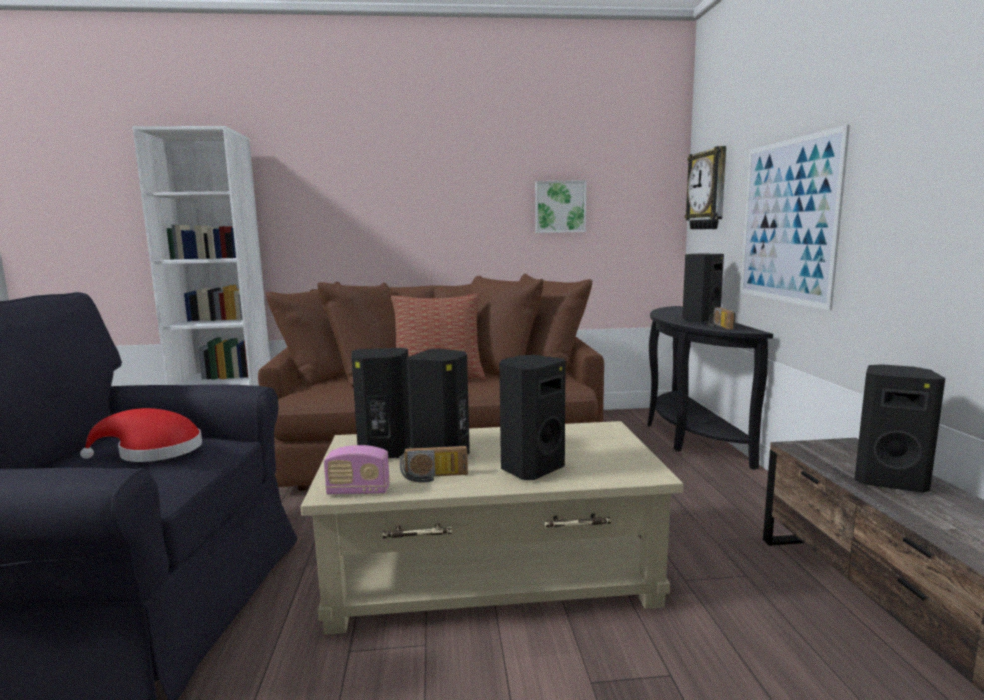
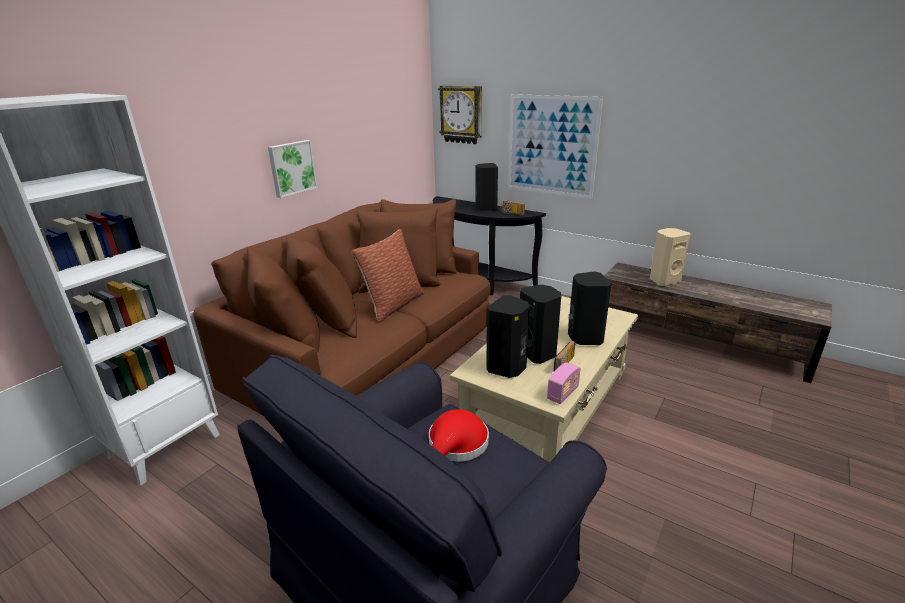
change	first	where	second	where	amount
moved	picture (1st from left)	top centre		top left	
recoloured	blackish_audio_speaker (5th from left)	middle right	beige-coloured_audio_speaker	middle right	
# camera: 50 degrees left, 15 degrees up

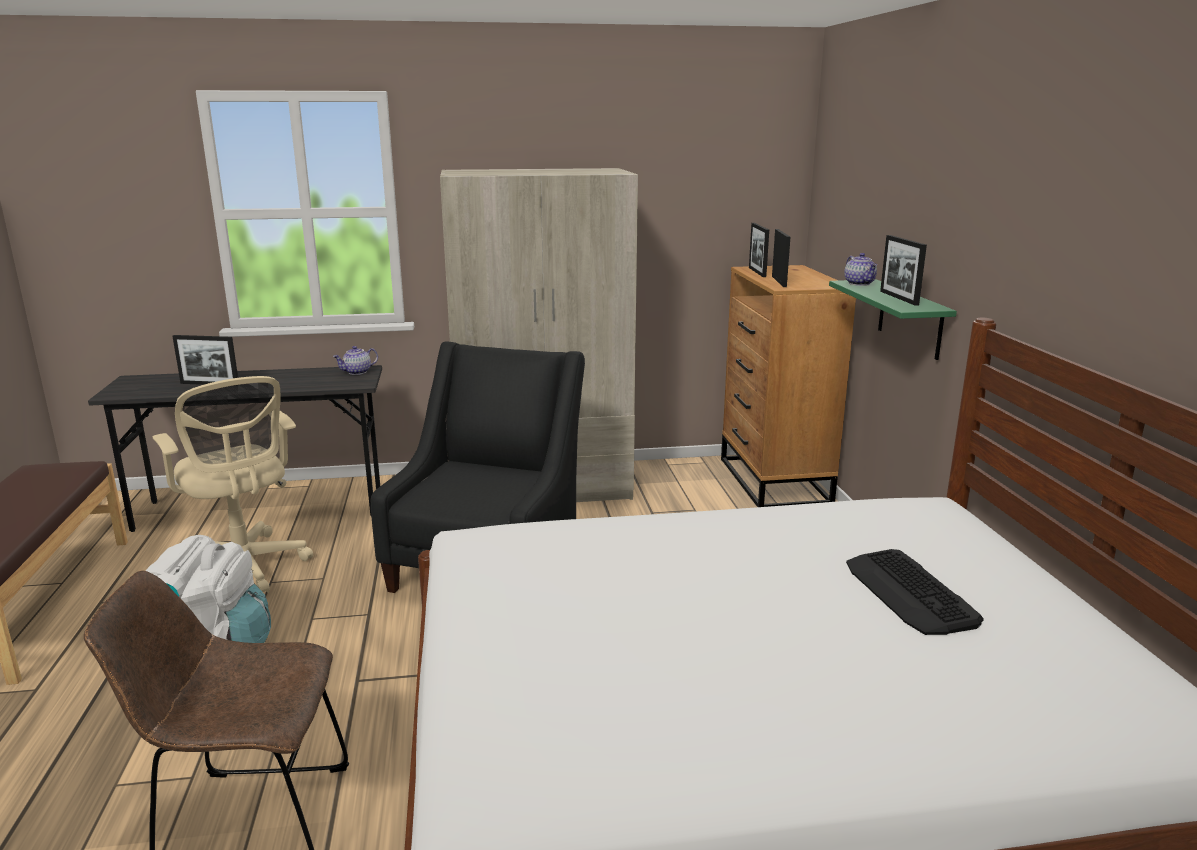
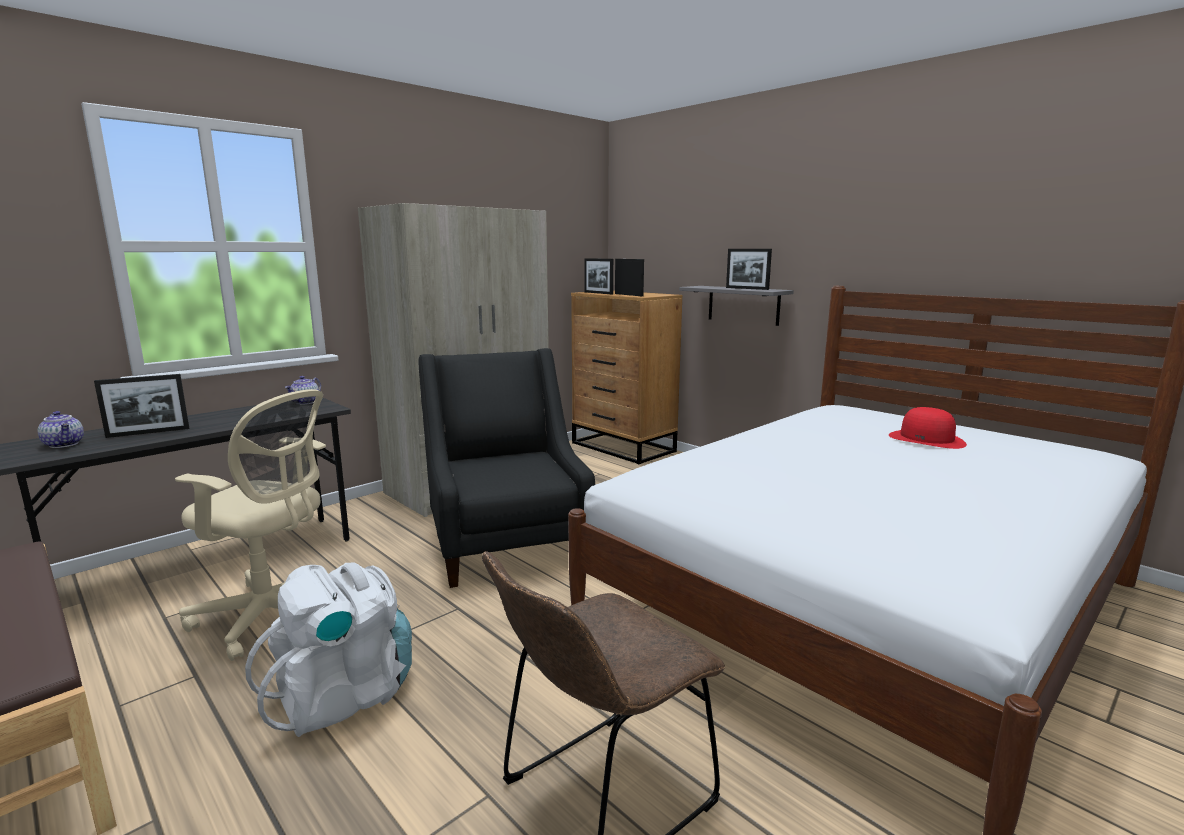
change	first	where	second	where	amount
moved	tea_pot (2nd from left in the first image)	top right	tea_pot (1st from left)	middle left	
replaced	computer_keyboard	bottom right	reddish_clothing_hat	middle right	
recoloured	green_bracket_shelf	middle right	greyish_bracket_shelf	centre	
# camera: 35 degrees left, 5 degrees down

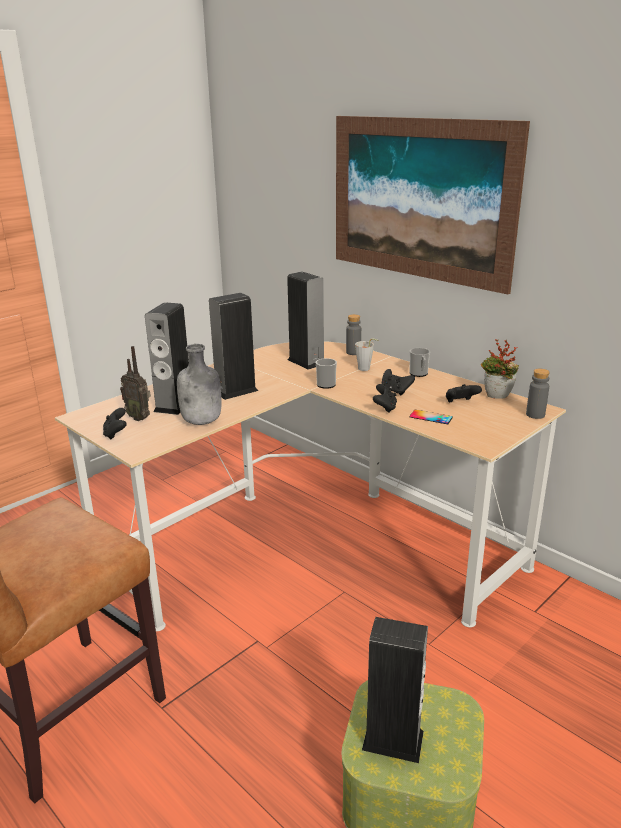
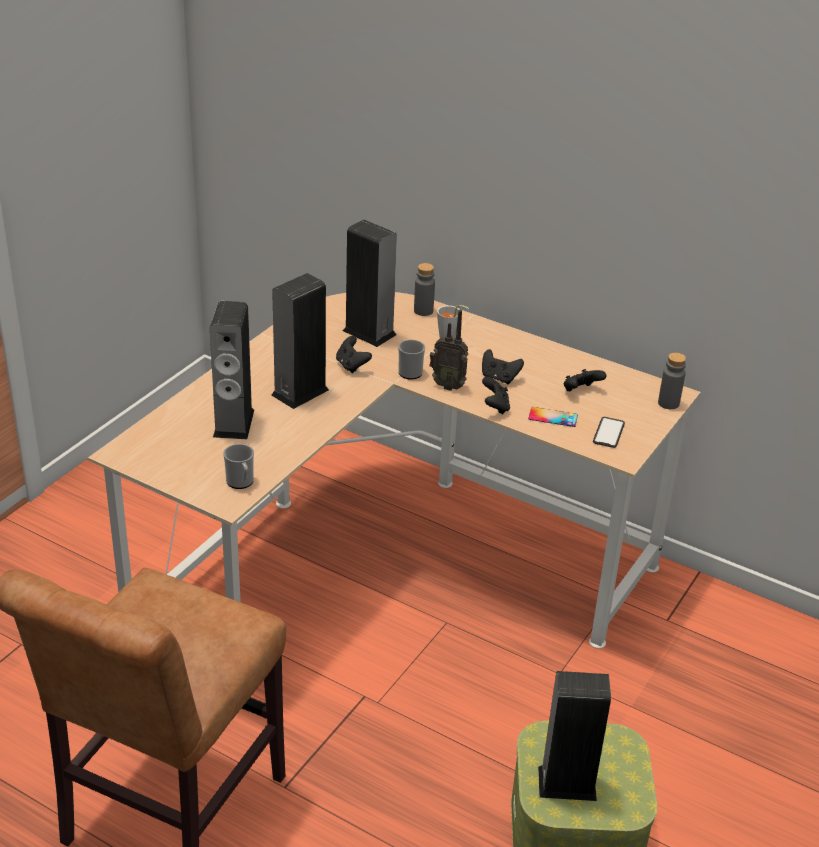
change	first	where	second	where	amount
removed	greyish_bottle (1st from left)	middle left			
removed	picture	top right			
removed	potted_plant	middle right			
added			phone (2nd from left)	middle right	
moved	blackish_game_controller (1st from left)	middle left		centre	
moved	radio	middle left		centre	
moved	mug (2nd from left in the first image)	middle right	mug (1st from left)	middle left	
# camera: 15 degrees left, 10 degrees up

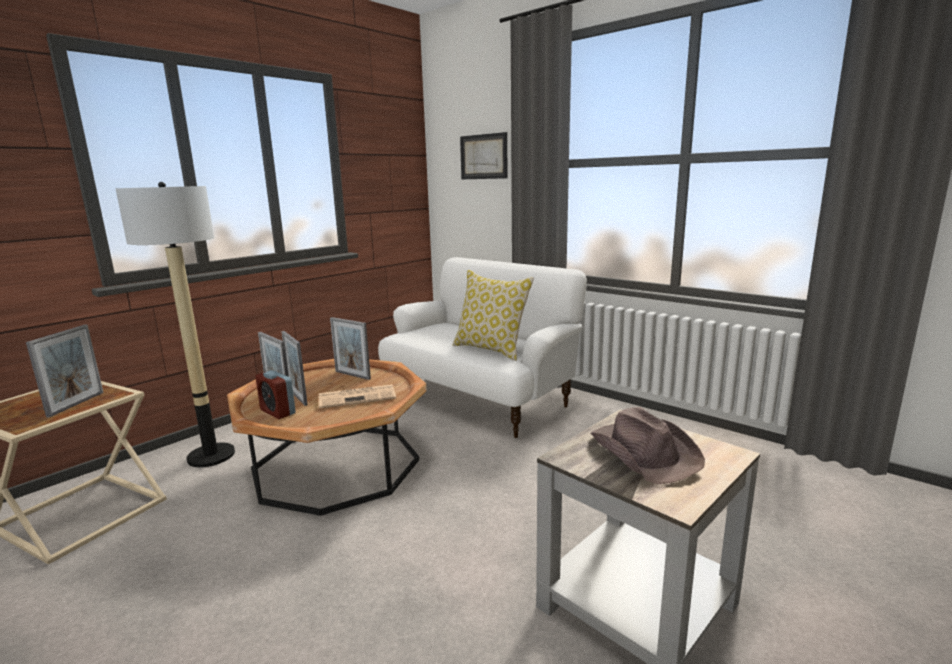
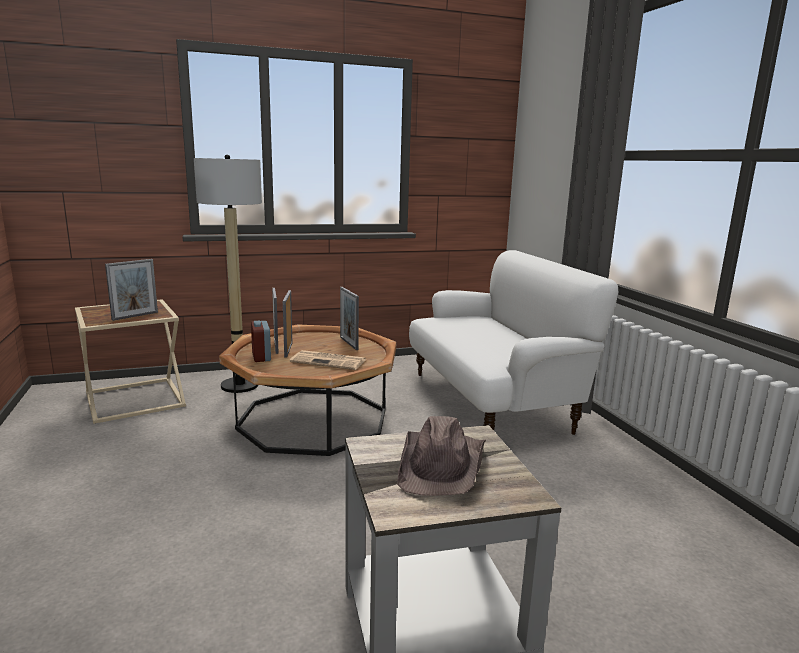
change	first	where	second	where	amount
removed	pillow	centre			
removed	picture	top centre			
# camera: 30 degrees right, 0 degrees up

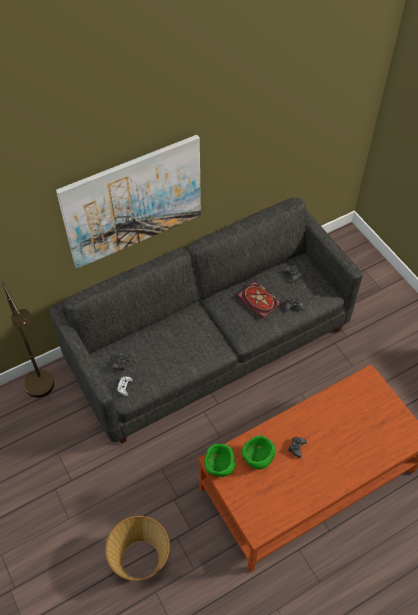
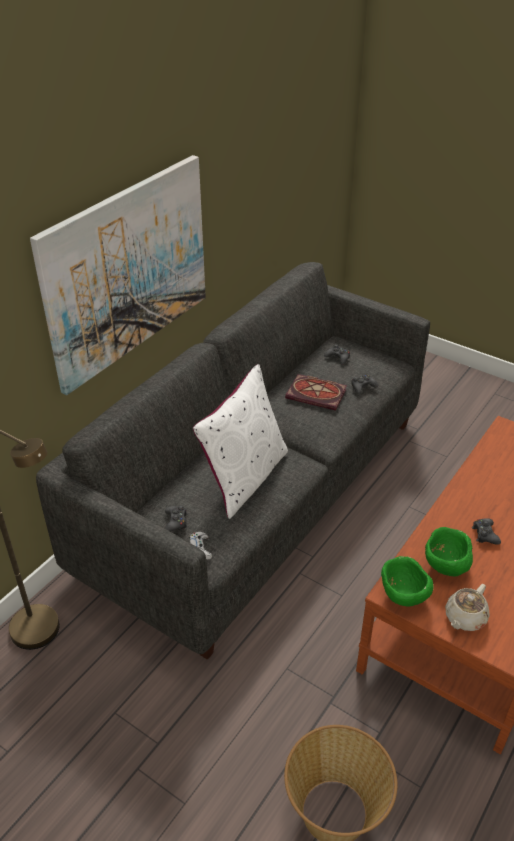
change	first	where	second	where	amount
added			white_pillow	centre	
added			beige-coloured_tea_pot	bottom right	
# camera: 25 degrees left, 15 degrees down

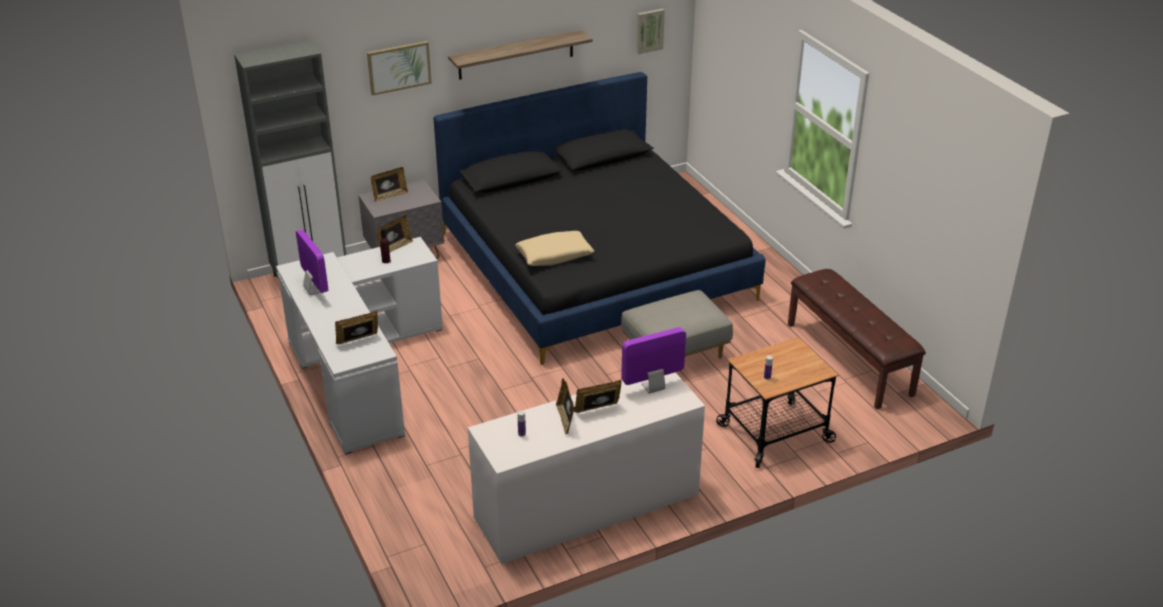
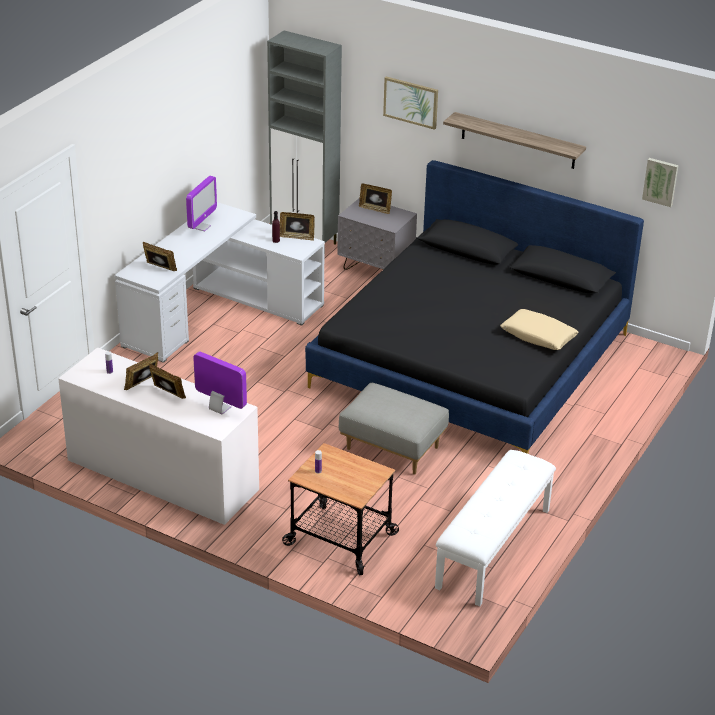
change	first	where	second	where	amount
moved	beige-coloured_pillow	centre		middle right	
recoloured	brown_indoor_bench	middle right	white_indoor_bench	bottom right	
# camera: 55 degrees right, 0 degrees up

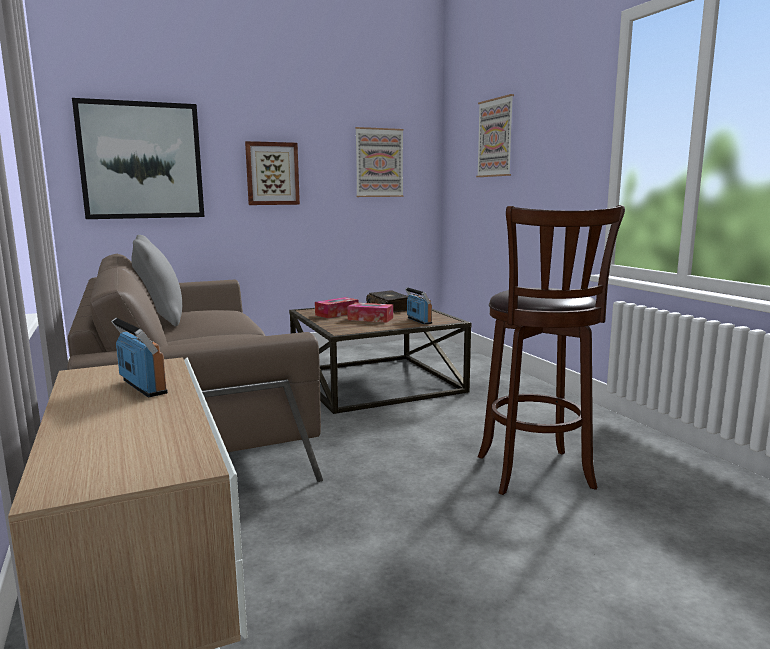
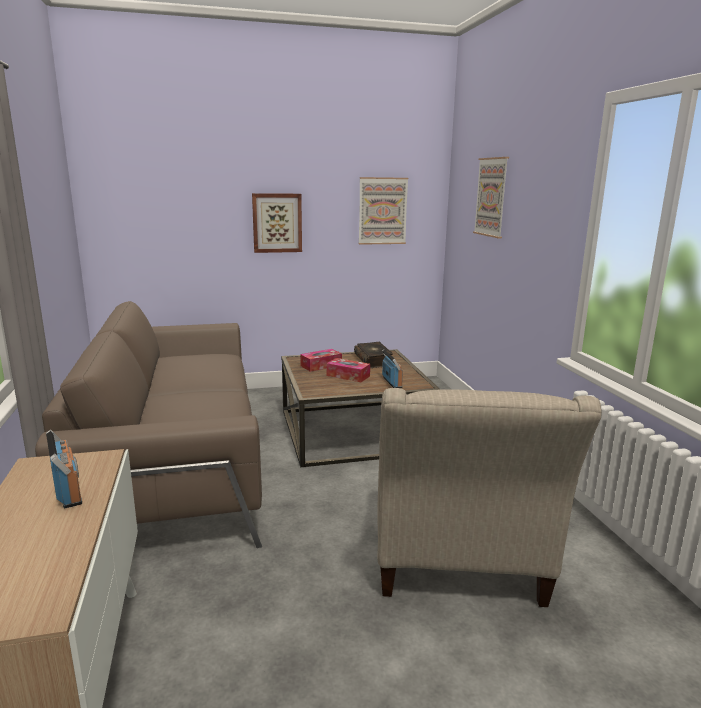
change	first	where	second	where	amount
removed	picture (1st from left)	top left			
removed	greyish_pillow	middle left			
replaced	brown_stool_seat	middle right	beige-coloured_lounge_chair	bottom right	
# camera: 10 degrees right, 5 degrees up

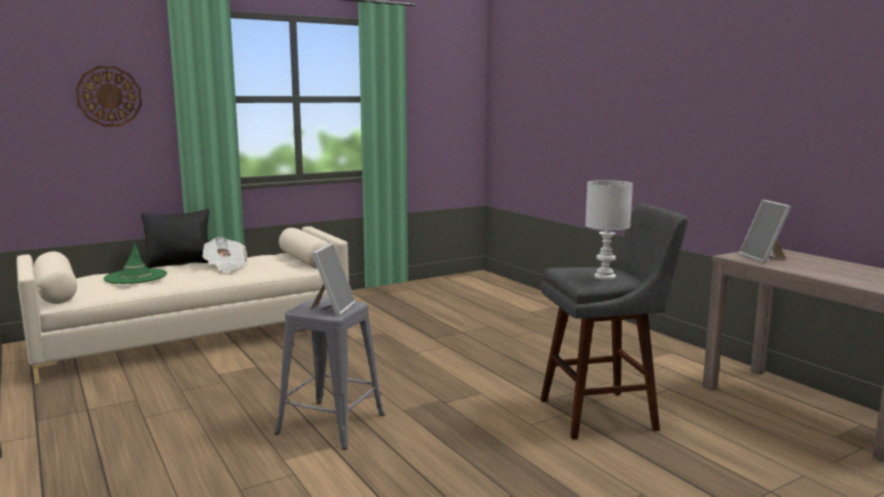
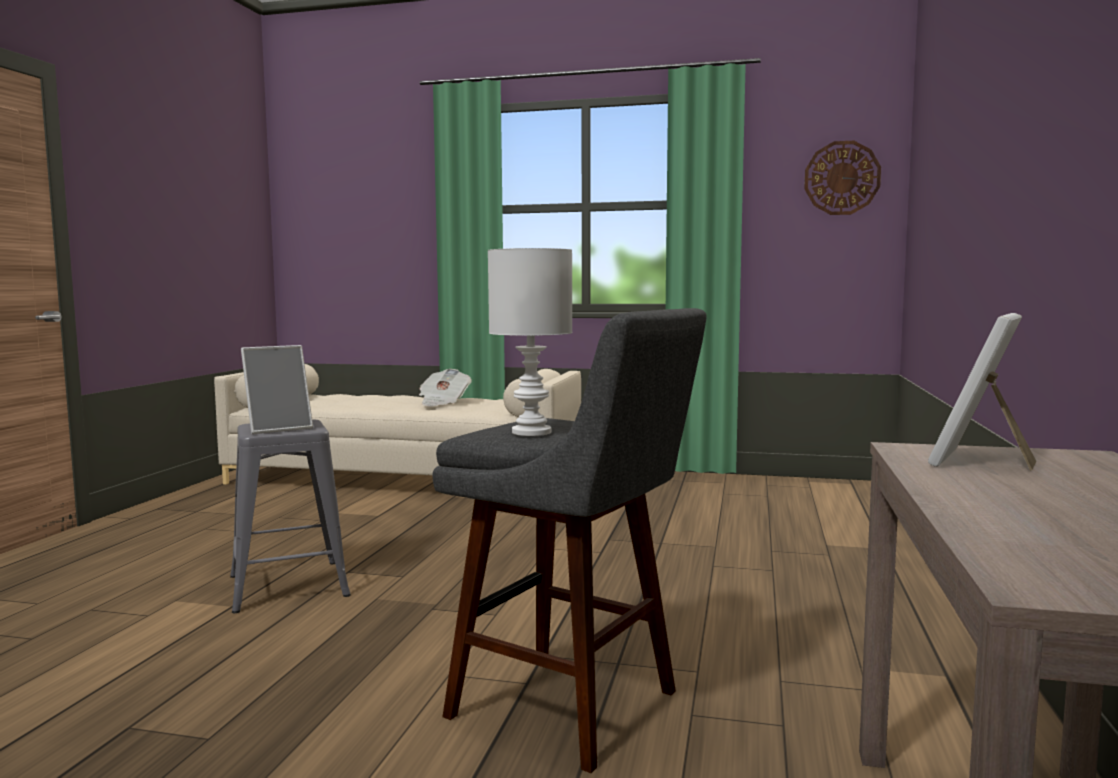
change	first	where	second	where	amount
removed	green_clothing_hat	middle left			
removed	blackish_pillow	middle left			
moved	wall_clock	top left		top right	
# camera: 45 degrees right, 5 degrees down

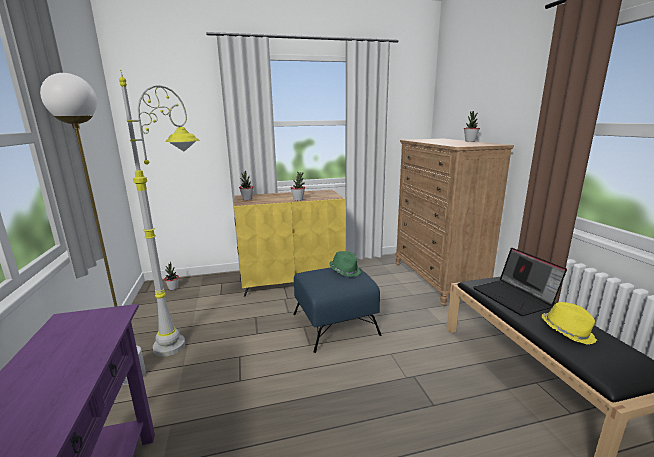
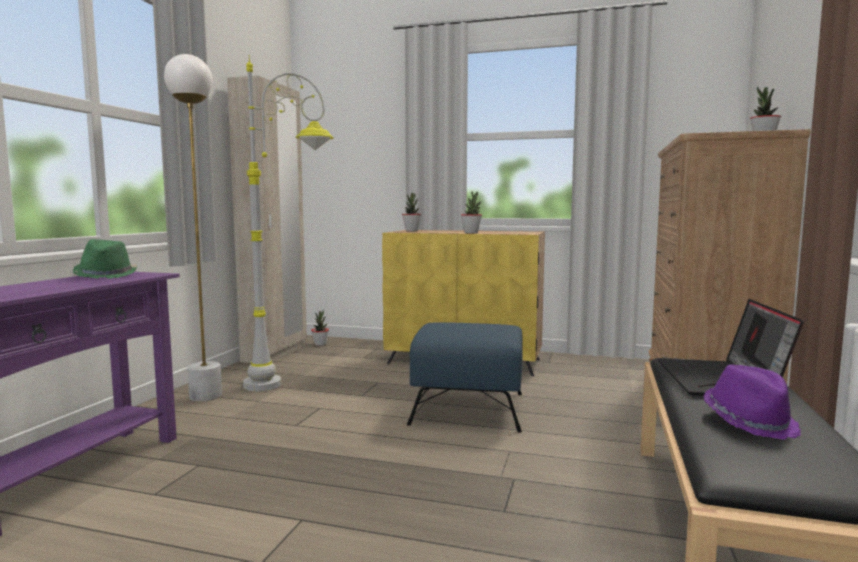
change	first	where	second	where	amount
added			beige-coloured_armoire	middle left	
moved	green_clothing_hat	centre		middle left	
recoloured	yellowish_clothing_hat	bottom right	purple_clothing_hat	bottom right	
# camera: 30 degrees right, 10 degrees down

